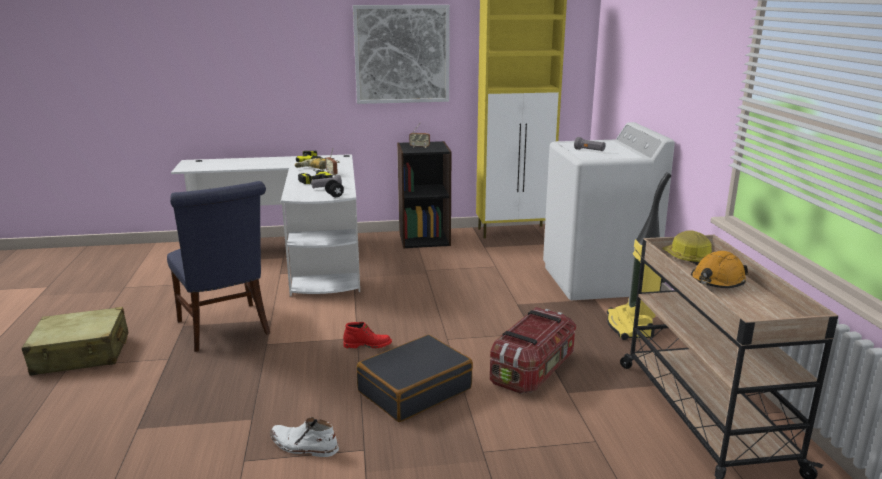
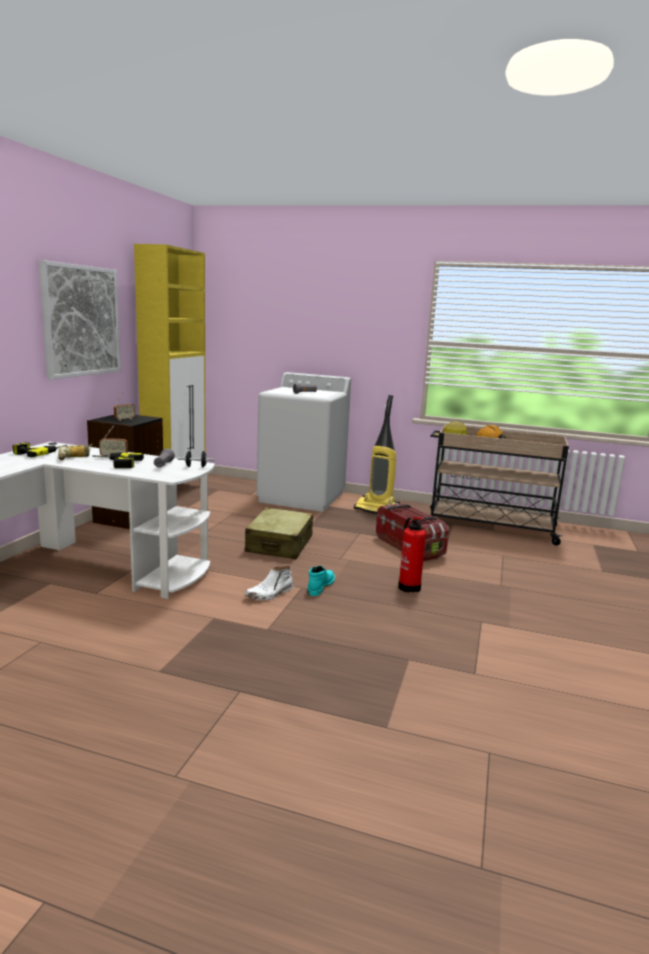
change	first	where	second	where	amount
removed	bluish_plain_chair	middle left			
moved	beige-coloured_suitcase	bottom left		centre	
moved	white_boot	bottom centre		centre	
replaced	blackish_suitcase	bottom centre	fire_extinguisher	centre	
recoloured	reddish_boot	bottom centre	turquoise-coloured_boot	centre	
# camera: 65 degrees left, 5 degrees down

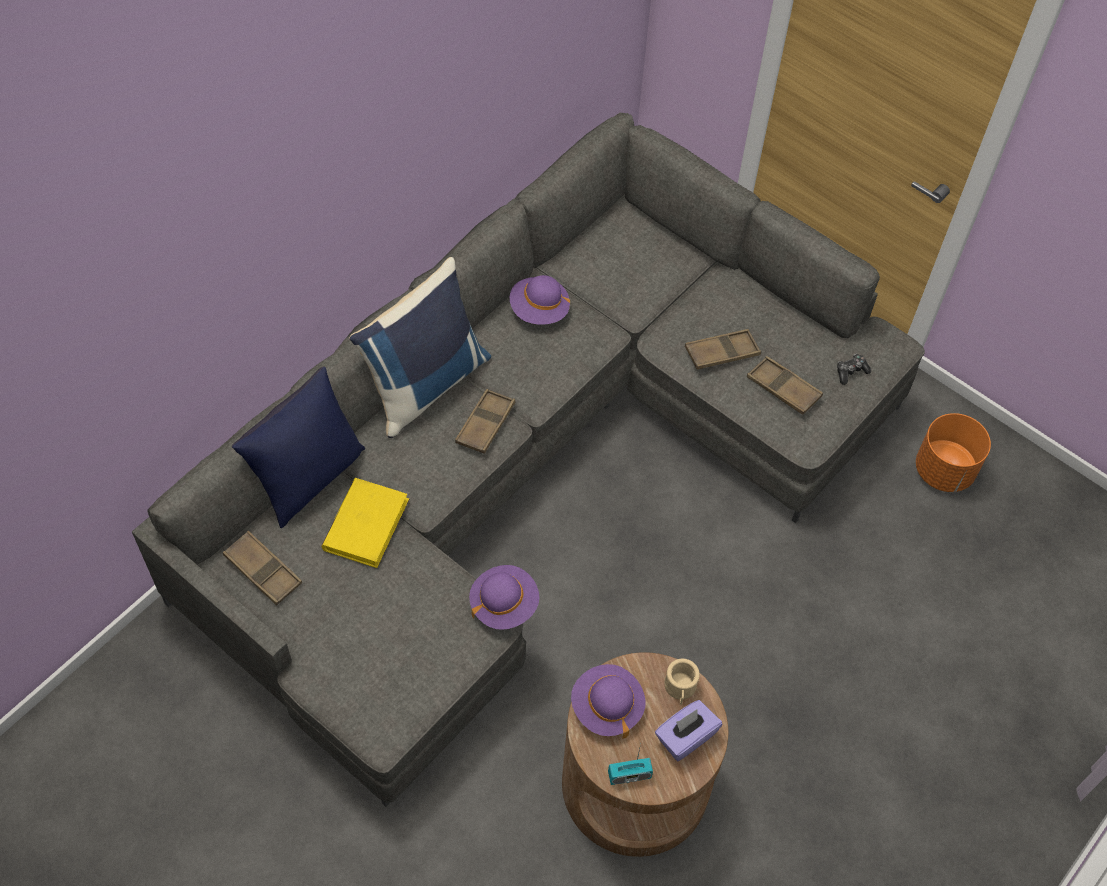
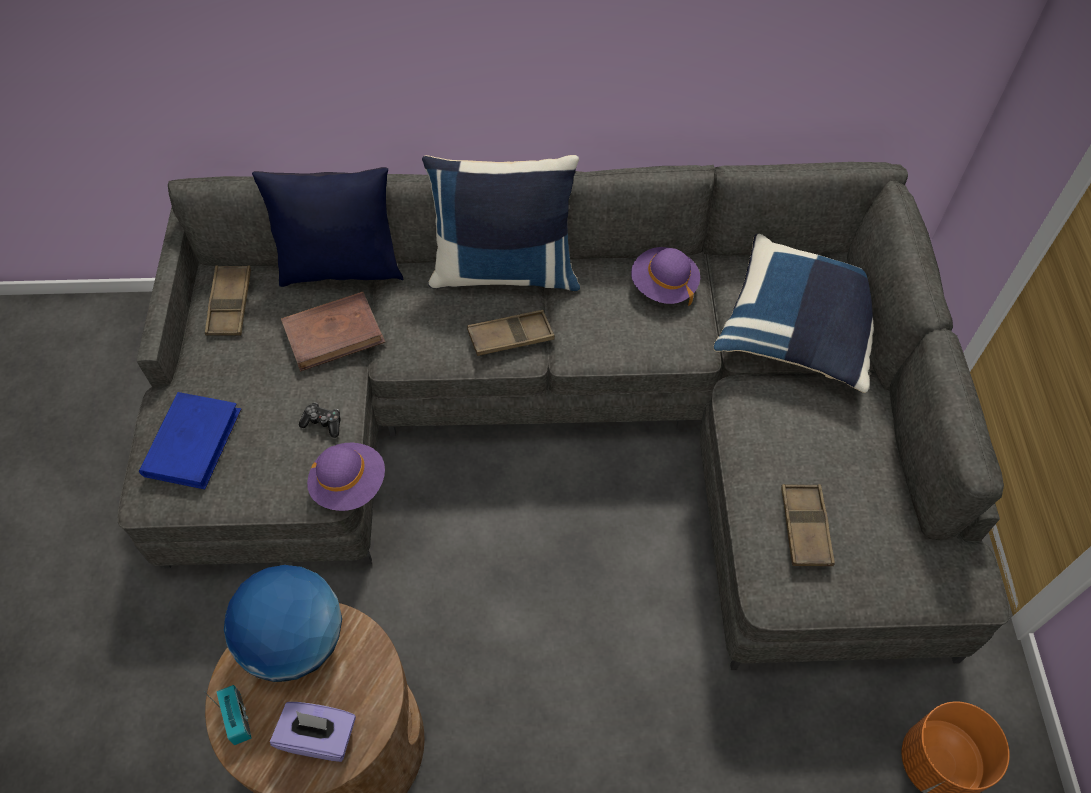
change	first	where	second	where	amount
removed	beige-coloured_mug	bottom centre			
removed	brown_carrying_tray (3rd from left)	centre			
added			bluish_bound_book	middle left	
added			bluish_pillow (3rd from left)	middle right	
moved	game_controller	middle right		middle left	
replaced	purple_clothing_hat (3rd from left)	bottom centre	world_globe	bottom left	
recoloured	yellowish_bound_book	middle left	brown_bound_book	middle left	
turned	radio	bottom centre		bottom left	150 degrees counterclockwise
# camera: 50 degrees right, 0 degrees up

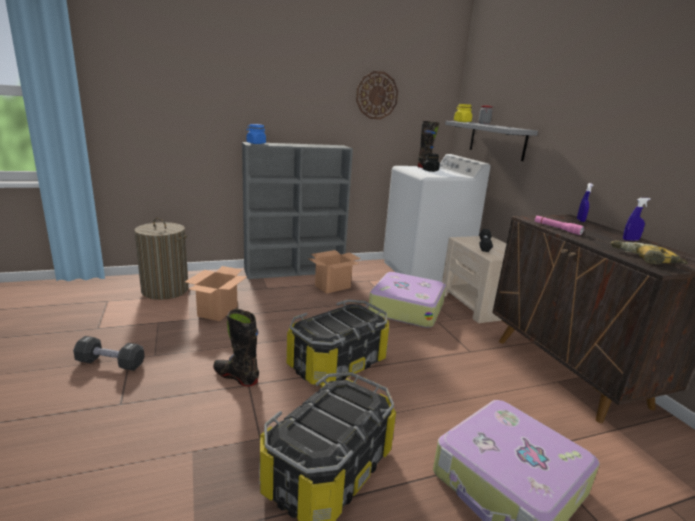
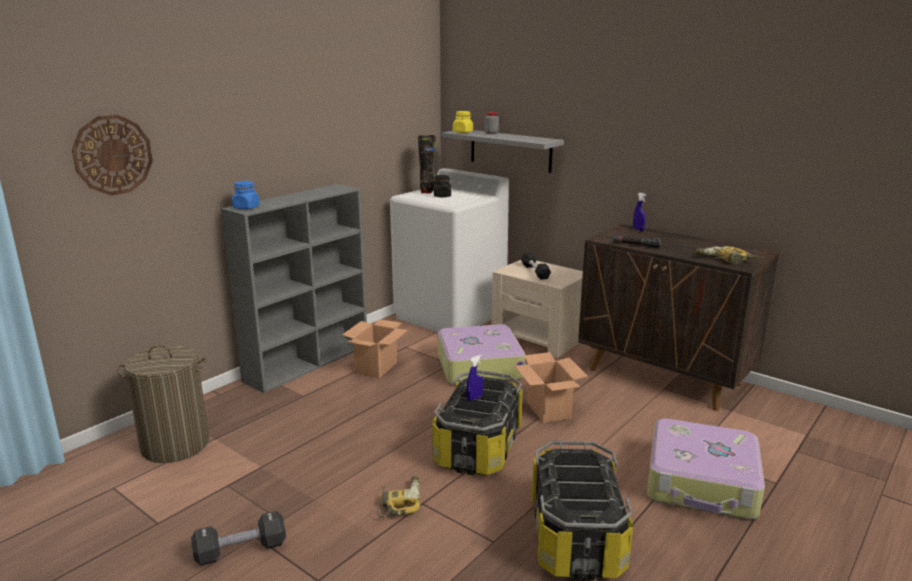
change	first	where	second	where	amount
moved	carton (1st from left in the first image)	middle left	carton (2nd from left)	centre	
moved	wall_clock	top centre		top left	
moved	bluish_hand_sprayer (2nd from left in the first image)	middle right	bluish_hand_sprayer (1st from left)	centre	
replaced	blackish_boot (1st from left)	centre	electric_drill (1st from left)	bottom centre	
recoloured	pinkish_hand_torch	middle right	blackish_hand_torch	middle right	
# camera: 30 degrees left, 0 degrees up

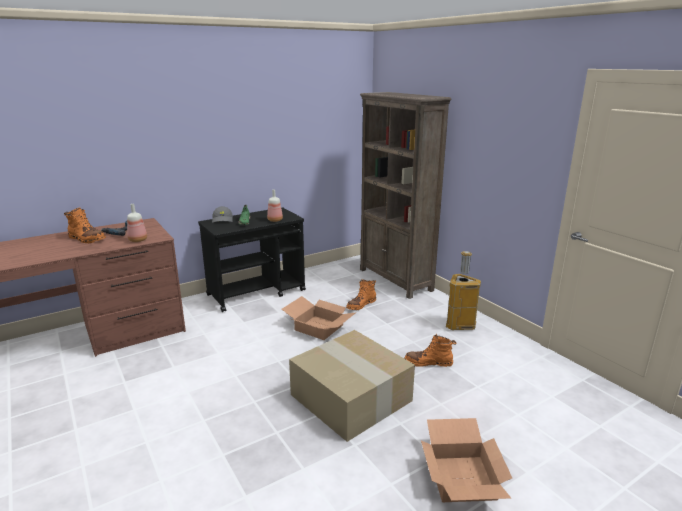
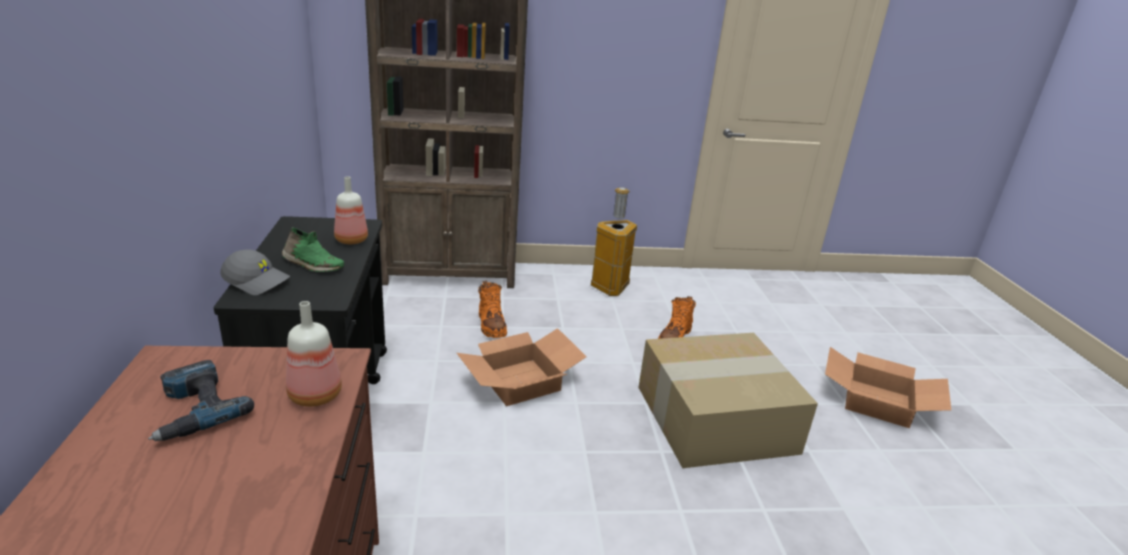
change	first	where	second	where	amount
removed	orange-coloured_boot (1st from left)	middle left			
# camera: 65 degrees left, 5 degrees up

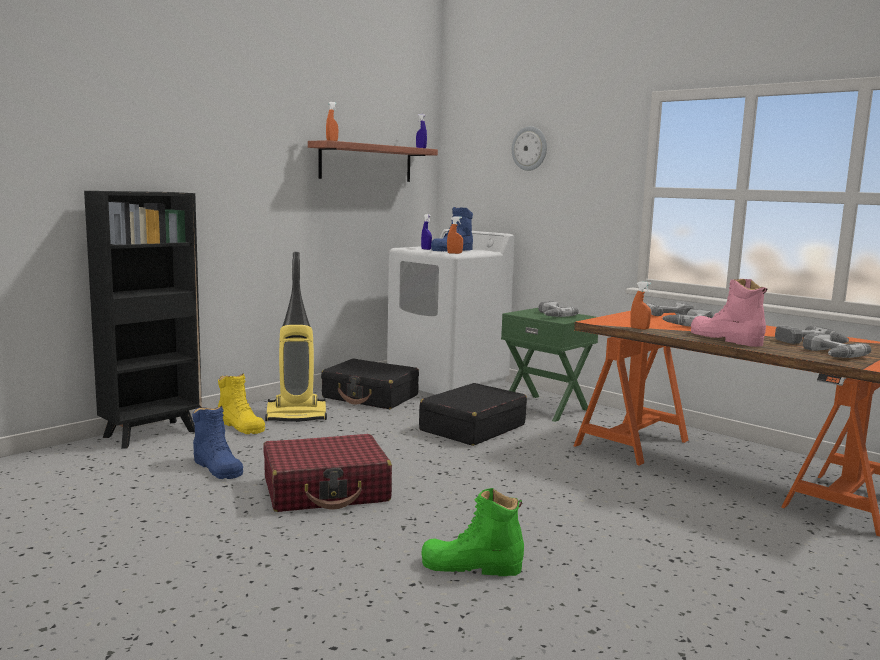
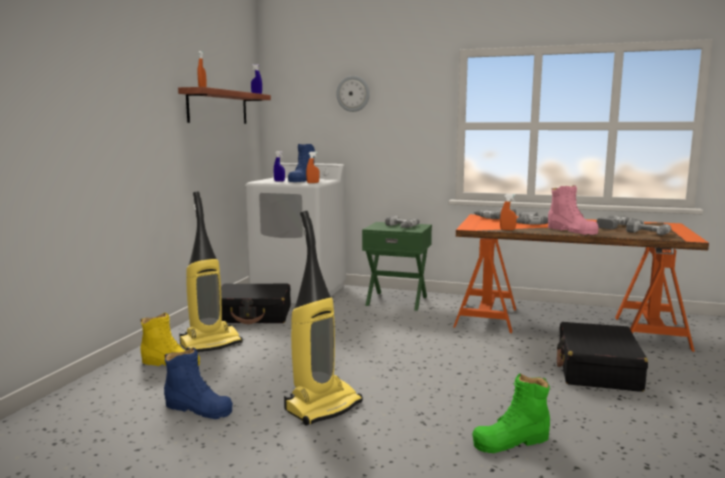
change	first	where	second	where	amount
removed	blackish_shelving_unit	middle left			
moved	blackish_suitcase (2nd from left)	centre		bottom right	
replaced	reddish_suitcase	bottom centre	hoover (2nd from left)	centre	
turned	pinkish_boot	middle right		middle right	150 degrees counterclockwise
# camera: 25 degrees left, 0 degrees up

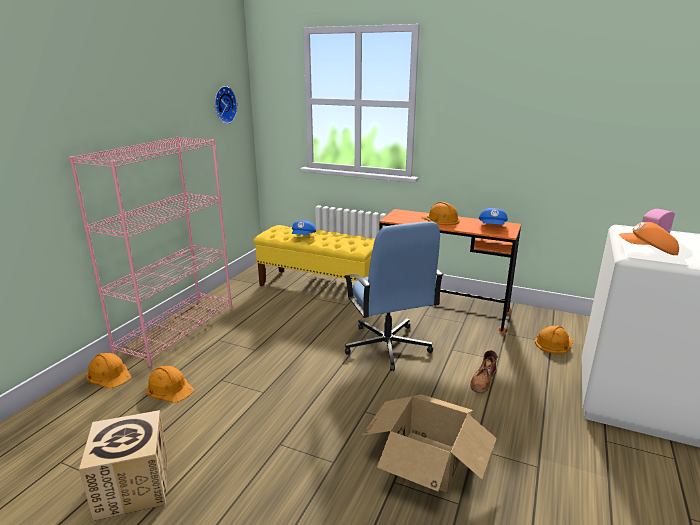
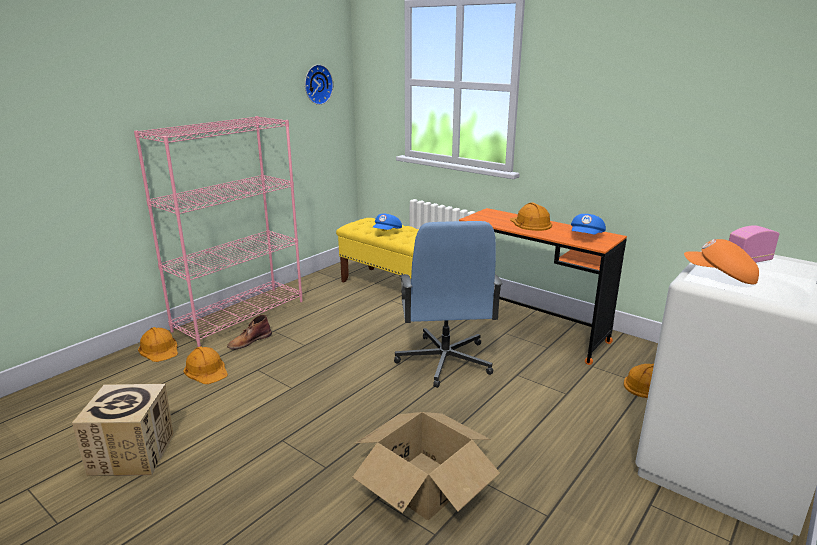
change	first	where	second	where	amount
moved	brown_boot	bottom right		middle left	
# camera: 15 degrees right, 0 degrees up

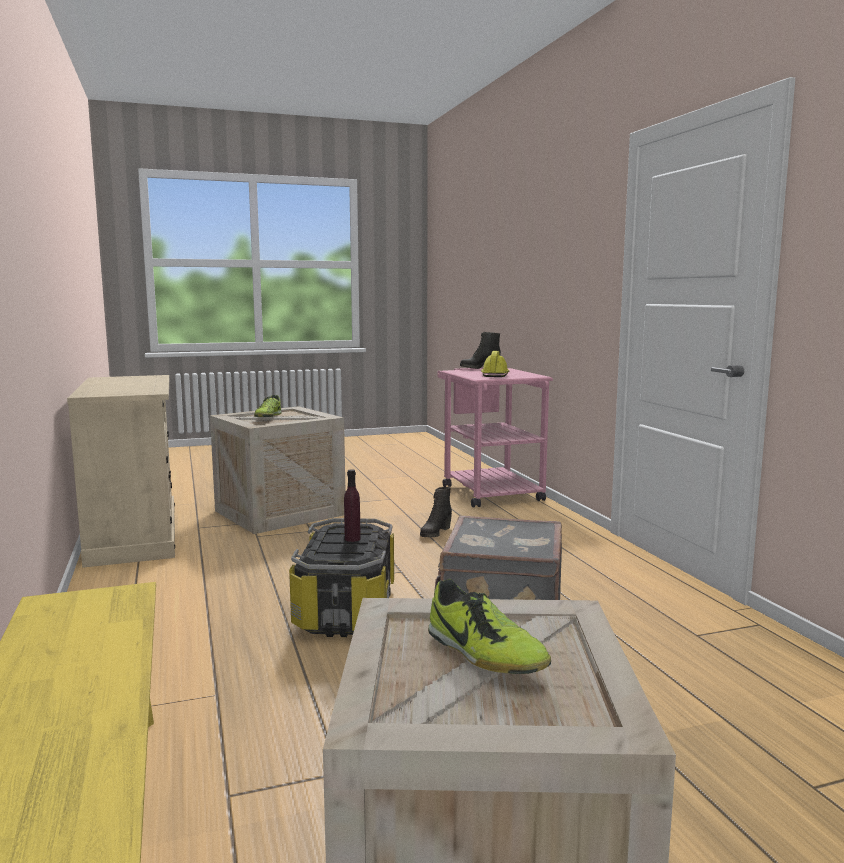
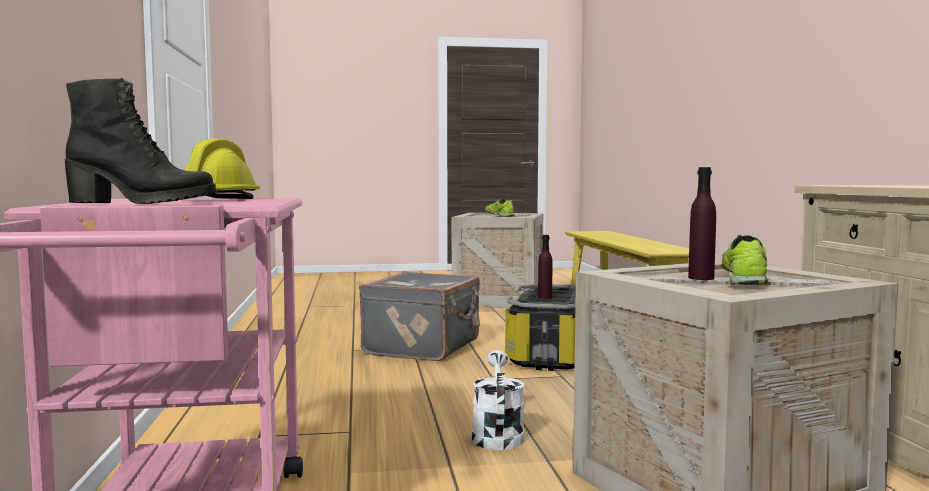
change	first	where	second	where	amount
removed	blackish_boot (1st from left)	centre			
added			white_watering_can	bottom centre	
added			purple_bottle (2nd from left)	middle right	
# camera: 170 degrees left, 5 degrees down

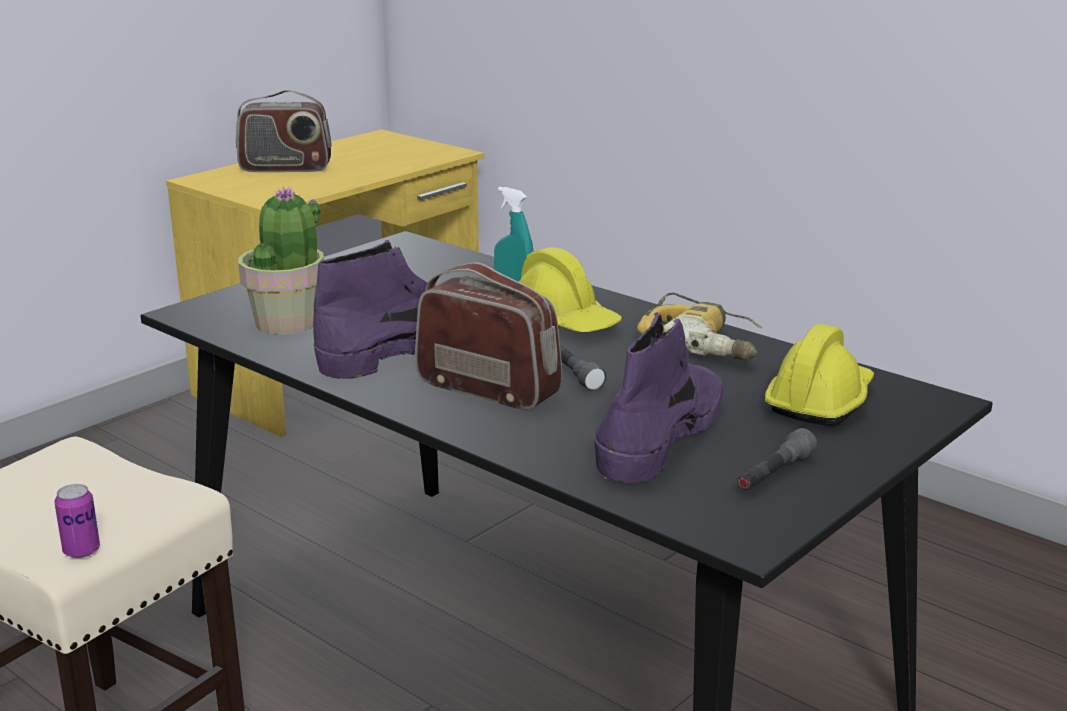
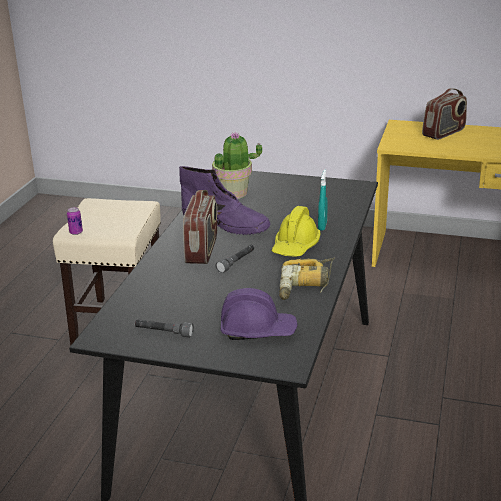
change	first	where	second	where	amount
removed	purple_boot (2nd from left)	centre			
recoloured	yellowish_work_helmet (2nd from left)	middle right	purple_work_helmet	centre	
turned	radio (1st from left in the first image)	top left	radio (2nd from left)	top right	105 degrees counterclockwise
# camera: 65 degrees right, 5 degrees up

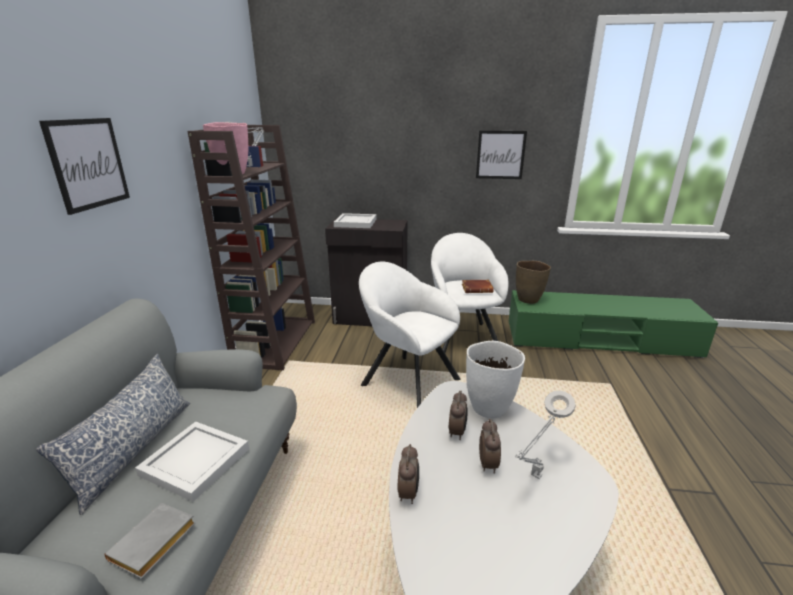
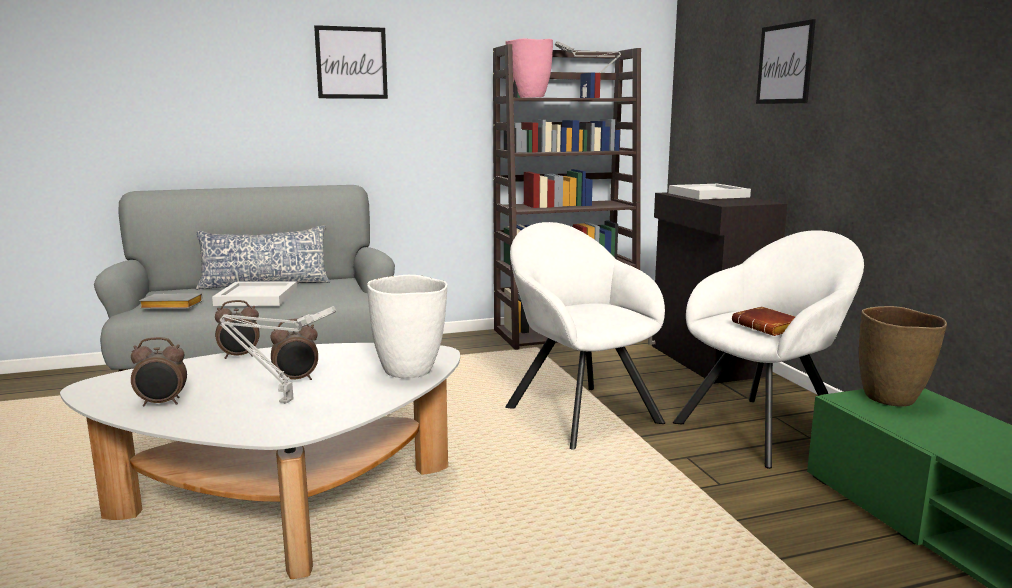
change	first	where	second	where	amount
moved	table_clock (2nd from left in the first image)	bottom centre	table_clock (1st from left)	middle left	
moved	picture (2nd from left)	top centre		top right	
turned	white_lounge_chair (1st from left)	centre		centre	45 degrees counterclockwise
# camera: 65 degrees right, 10 degrees down

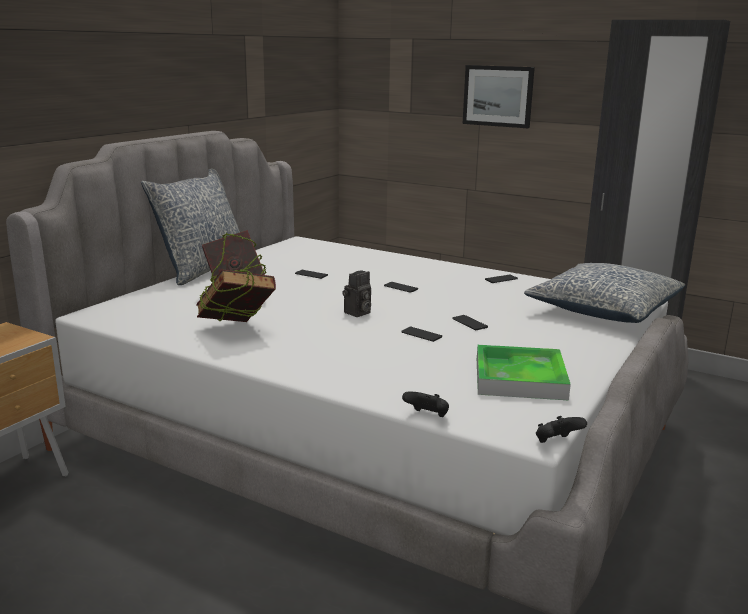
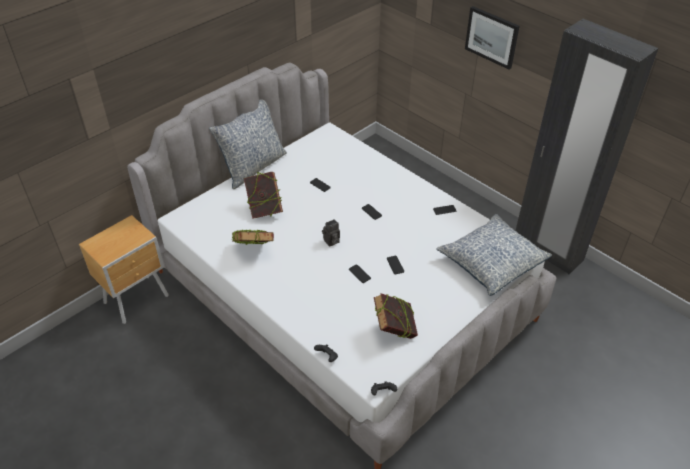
change	first	where	second	where	amount
replaced	carrying_tray	middle right	bound_book (3rd from left)	bottom centre	
# camera: 15 degrees right, 25 degrees up

